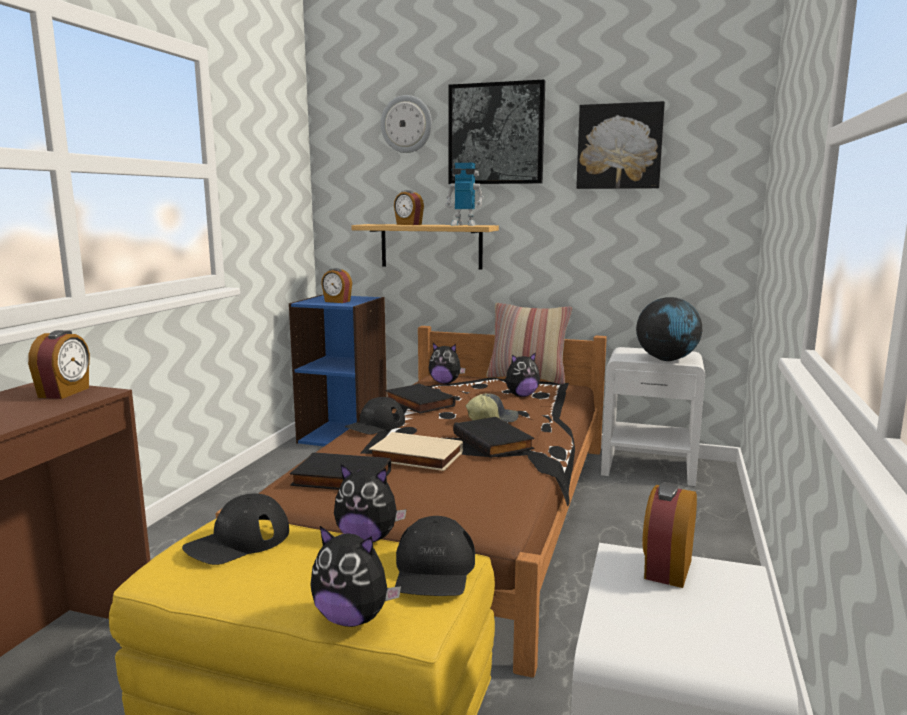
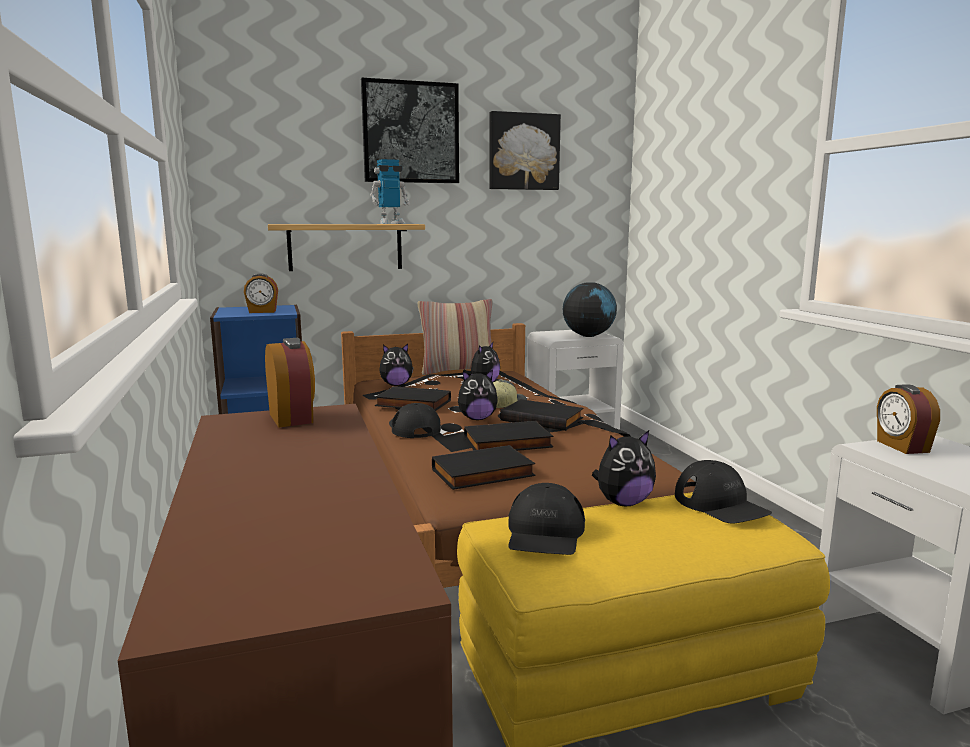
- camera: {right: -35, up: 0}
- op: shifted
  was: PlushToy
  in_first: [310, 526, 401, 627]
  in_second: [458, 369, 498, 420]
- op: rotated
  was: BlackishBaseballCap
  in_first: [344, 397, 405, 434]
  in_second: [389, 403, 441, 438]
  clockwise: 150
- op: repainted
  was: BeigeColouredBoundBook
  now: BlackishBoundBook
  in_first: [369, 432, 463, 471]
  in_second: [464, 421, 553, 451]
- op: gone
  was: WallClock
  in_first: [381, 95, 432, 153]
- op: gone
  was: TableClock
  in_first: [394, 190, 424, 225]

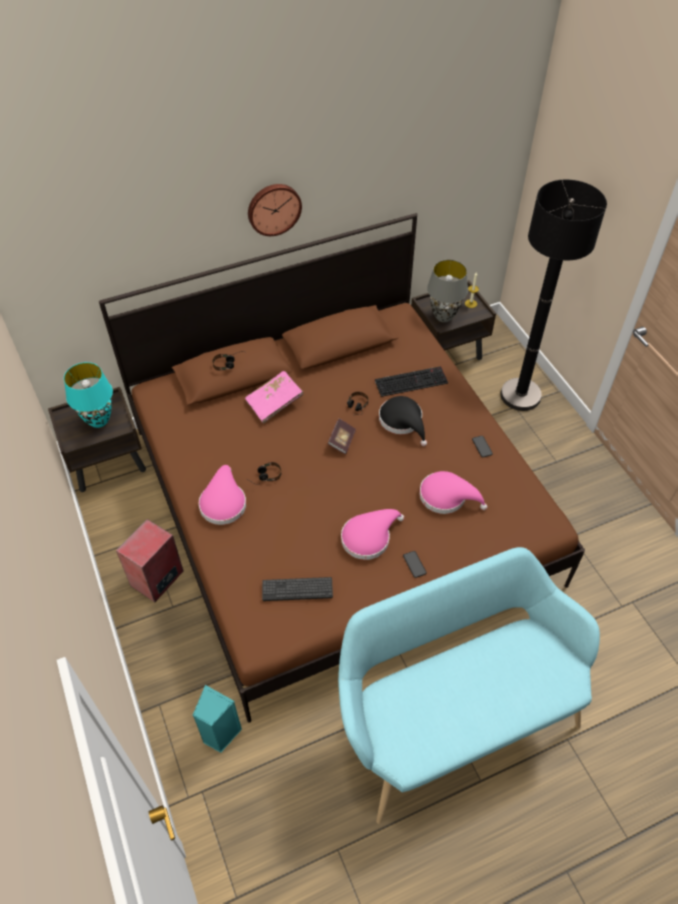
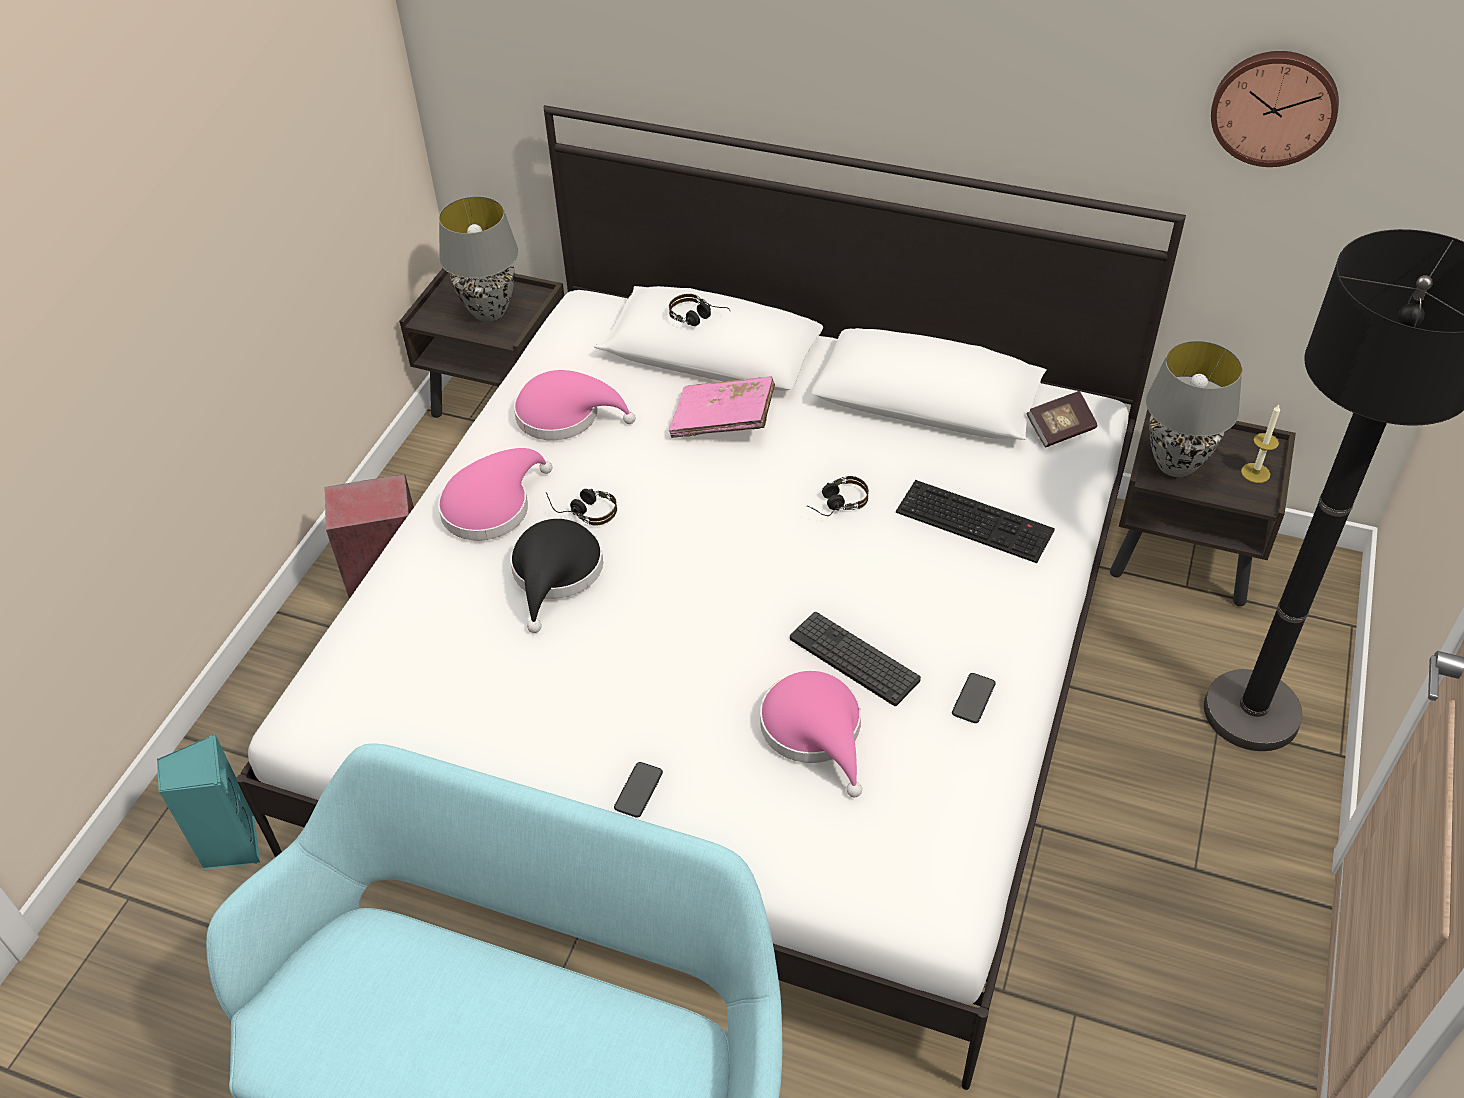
- camera: {right: 45, up: -5}
- op: repainted
  was: TurquoiseTableLamp
  now: GrayTableLamp
  in_first: [64, 362, 113, 428]
  in_second: [439, 196, 519, 322]
- op: repainted
  was: BrownSleepingBed
  now: WhiteColouredSleepingBed
  in_first: [99, 213, 585, 723]
  in_second: [236, 105, 1186, 1090]
- op: shifted
  was: WallClock
  in_first: [248, 184, 302, 236]
  in_second: [1211, 51, 1339, 167]
- op: shifted
  was: ComputerKeyboard
  in_first: [262, 577, 333, 601]
  in_second: [790, 612, 921, 706]
- op: shifted
  was: BoundBook
  in_first: [328, 419, 356, 454]
  in_second: [1026, 391, 1097, 447]
- op: shifted
  was: PinkClothingHat
  in_first: [341, 509, 404, 560]
  in_second: [514, 370, 636, 440]
- op: shifted
  was: BlackishClothingHat
  in_first: [379, 396, 427, 446]
  in_second: [510, 519, 603, 633]

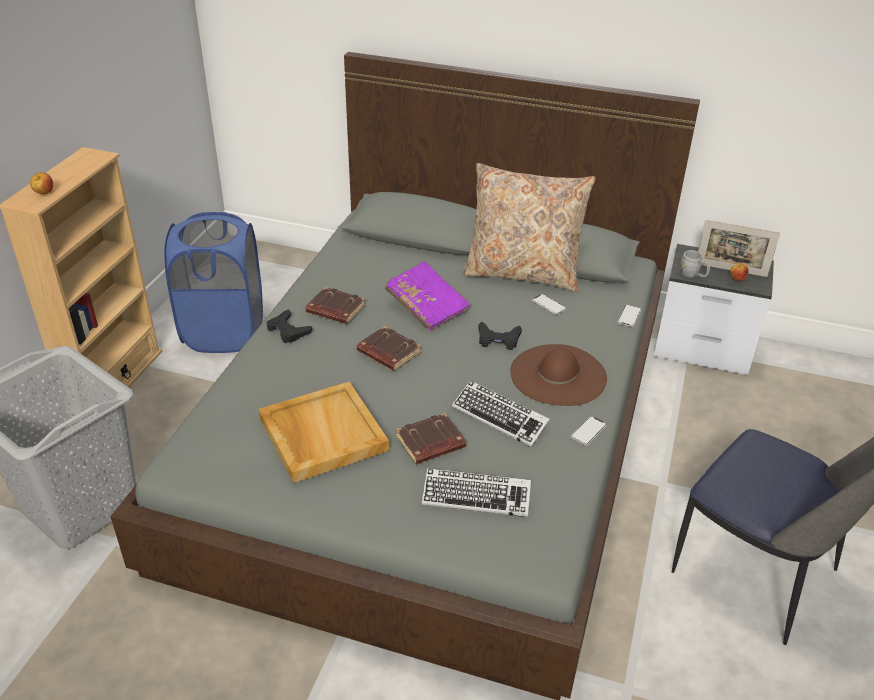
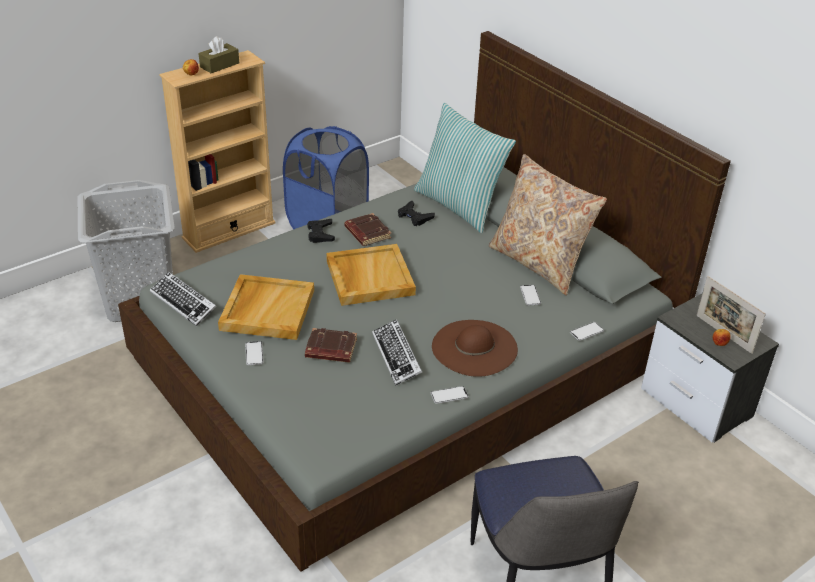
- camera: {right: 35, up: 0}
- op: swapped
  was: BrownBoundBook
  now: BeigeColouredServingTray
  in_first: [357, 326, 421, 371]
  in_second: [326, 244, 416, 306]
- op: gone
  was: PurpleBoundBook
  in_first: [385, 261, 471, 331]
- op: shifted
  was: ComputerKeyboard
  in_first: [422, 468, 531, 517]
  in_second: [150, 272, 216, 326]
- op: shifted
  was: BlackishJoypad
  in_first: [478, 322, 522, 350]
  in_second: [398, 200, 435, 226]
- op: gone
  was: GrayTeaMug
  in_first: [680, 250, 710, 278]
- op: new
  now: BrownTissueHolder
  in_second: [198, 36, 239, 73]
- op: new
  now: Phone
  in_second: [245, 341, 264, 365]
- op: new
  now: Cushion
  in_second: [414, 103, 516, 233]

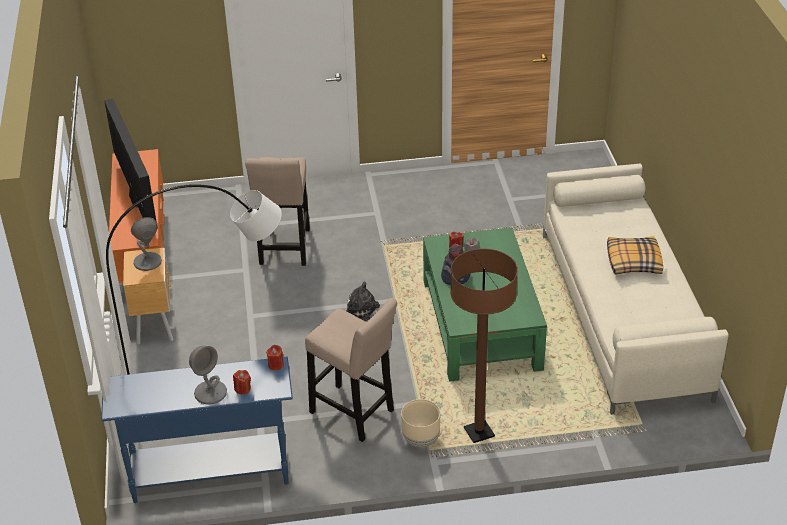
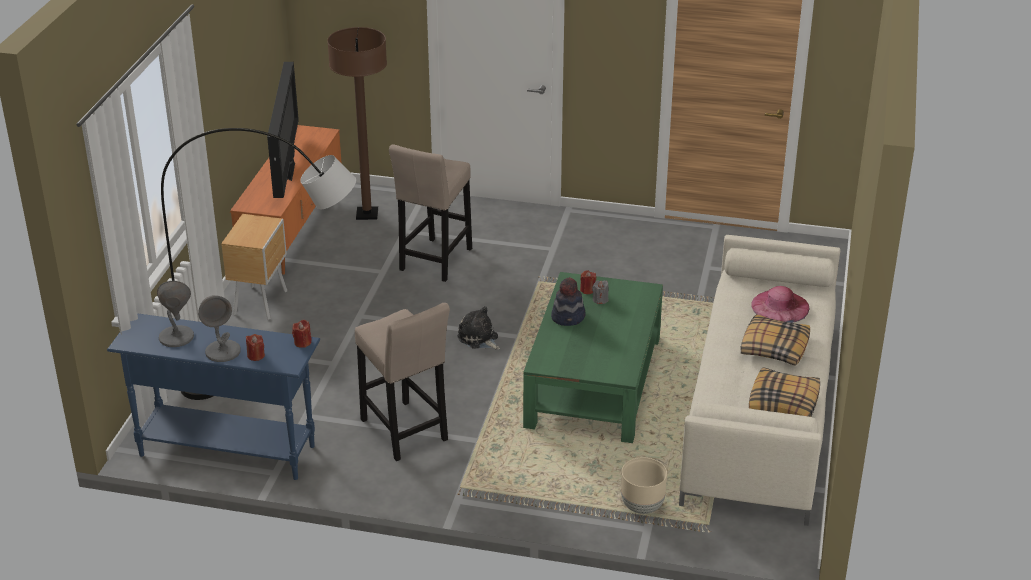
- camera: {right: 20, up: -5}
- op: shifted
  was: GrayTableLamp
  in_first: [131, 217, 162, 271]
  in_second: [157, 281, 194, 347]
- op: shifted
  was: BeigeColouredFlowerPot
  in_first: [401, 399, 440, 448]
  in_second: [621, 458, 667, 514]
- op: shifted
  was: BrownStandingLamp
  in_first: [450, 248, 518, 443]
  in_second: [327, 27, 387, 220]
- op: new
  now: Cushion
  in_second: [749, 367, 820, 417]
- op: new
  now: PinkClothingHat
  in_second: [751, 286, 809, 323]

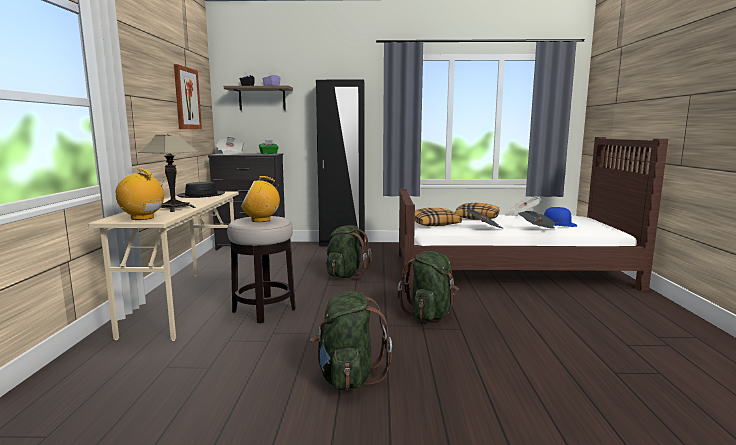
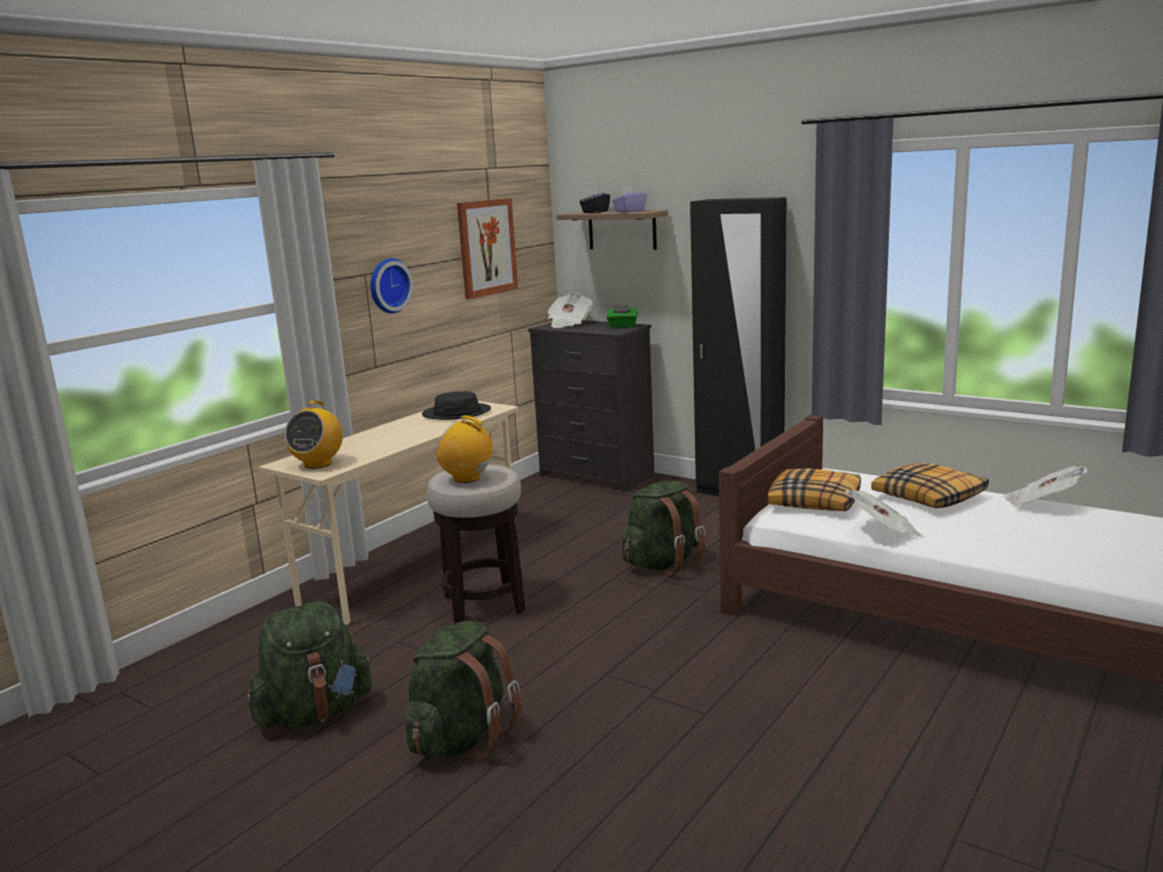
- camera: {right: 35, up: 5}
- op: rotated
  was: Radio
  in_first: [115, 168, 165, 220]
  in_second: [285, 401, 343, 469]
  clockwise: -135
- op: gone
  was: TableLamp
  in_first: [138, 134, 199, 212]
- op: shifted
  was: GreenColouredRucksack
  in_first: [397, 251, 459, 321]
  in_second: [247, 602, 372, 729]
- op: gone
  was: Newspaper
  in_first: [518, 211, 556, 228]
- op: gone
  was: BlueClothingHat
  in_first: [544, 207, 577, 227]
- op: new
  now: WallClock
  in_second: [370, 258, 413, 314]

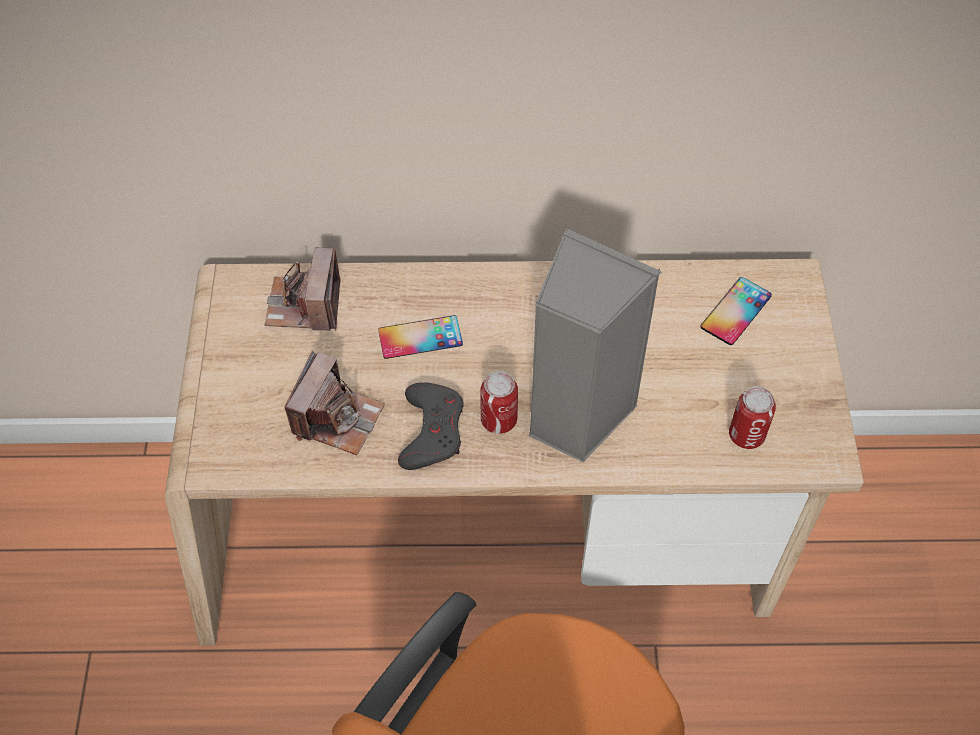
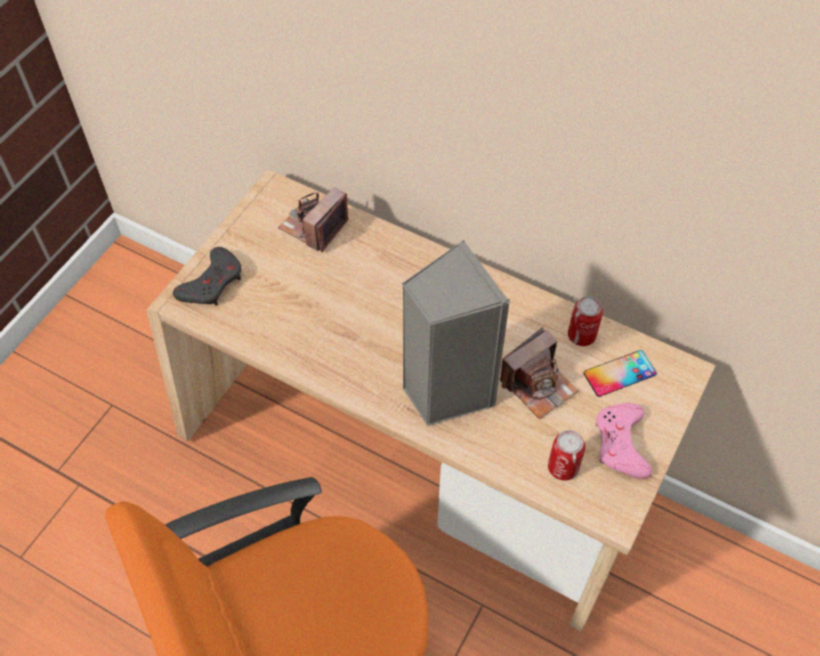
- camera: {right: 30, up: 0}
- op: shifted
  was: StillCamera
  in_first: [284, 351, 385, 455]
  in_second: [500, 327, 579, 419]
- op: gone
  was: Phone
  in_first: [378, 315, 463, 359]
- op: shifted
  was: GrayJoypad
  in_first: [398, 382, 464, 470]
  in_second: [173, 247, 241, 306]
- op: shifted
  was: SealedCan
  in_first: [480, 371, 518, 434]
  in_second: [568, 296, 603, 346]
- op: new
  now: PinkJoypad
  in_second: [596, 403, 652, 479]

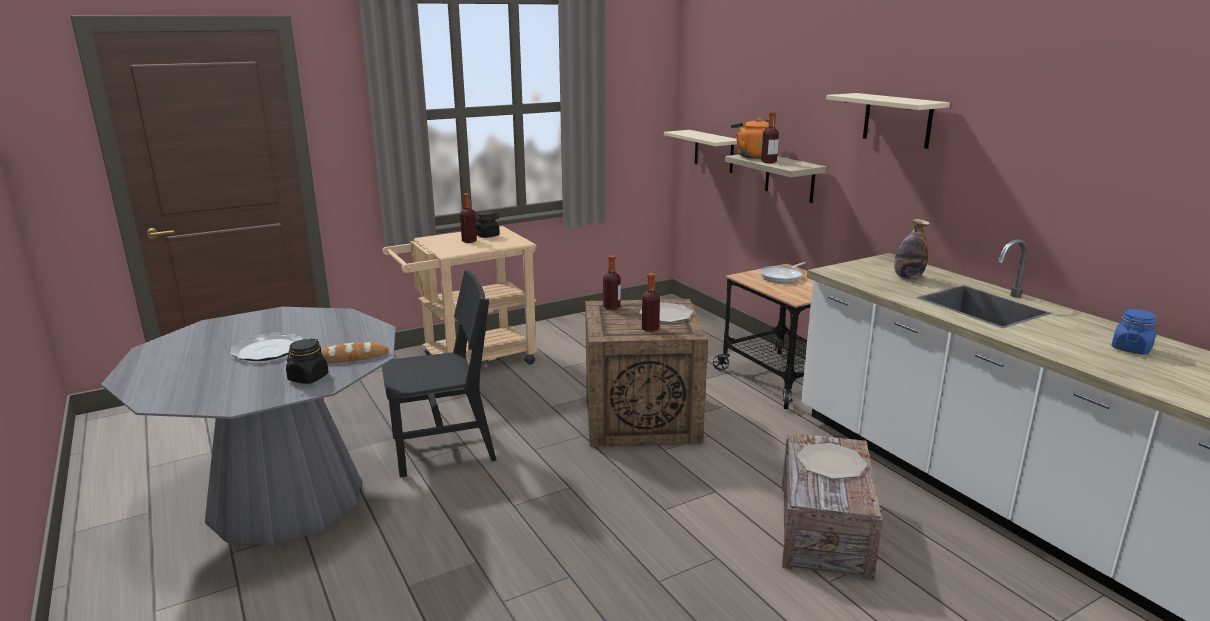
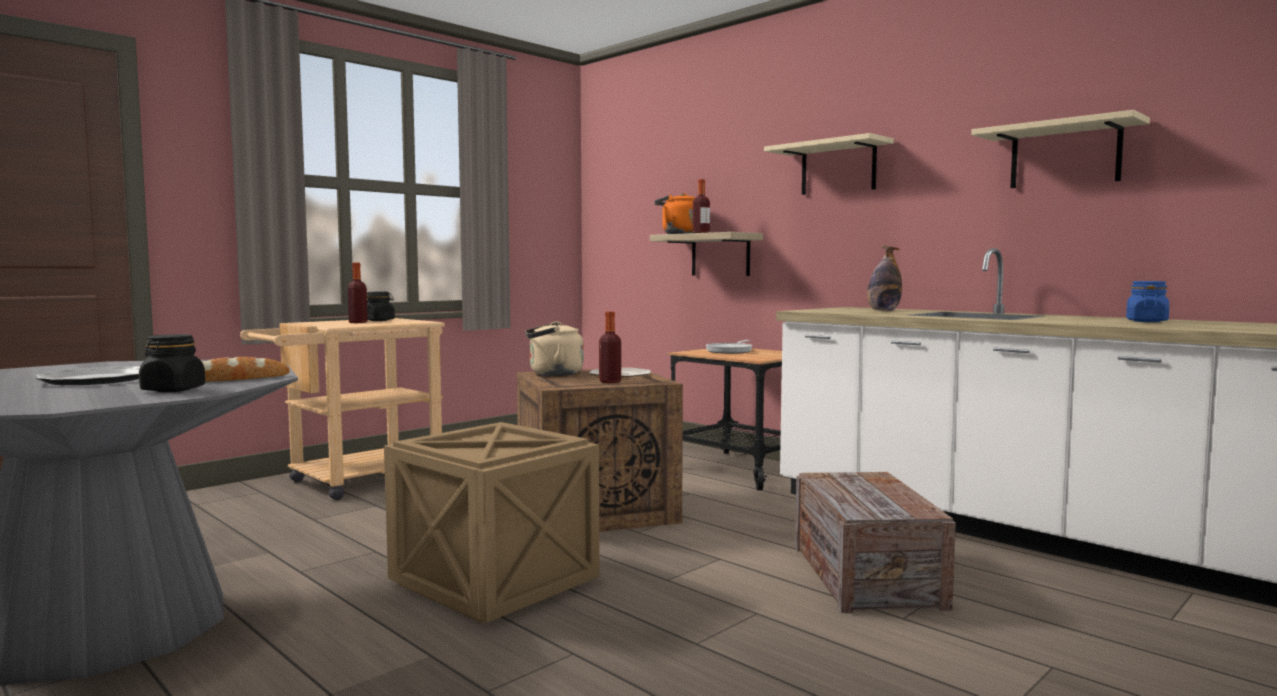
- camera: {right: -15, up: -15}
- op: gone
  was: BlackishUprightChair
  in_first: [382, 270, 497, 477]
- op: swapped
  was: BeverageBottle
  now: BeigeColouredKettle
  in_first: [603, 255, 621, 310]
  in_second: [525, 321, 584, 376]
- op: shifted
  was: BeigeColouredBracketShelf
  in_first: [664, 130, 737, 173]
  in_second: [971, 110, 1150, 188]
- op: gone
  was: Plate
  in_first: [797, 443, 867, 479]
- op: new
  now: Crate
  in_second: [384, 422, 600, 623]

